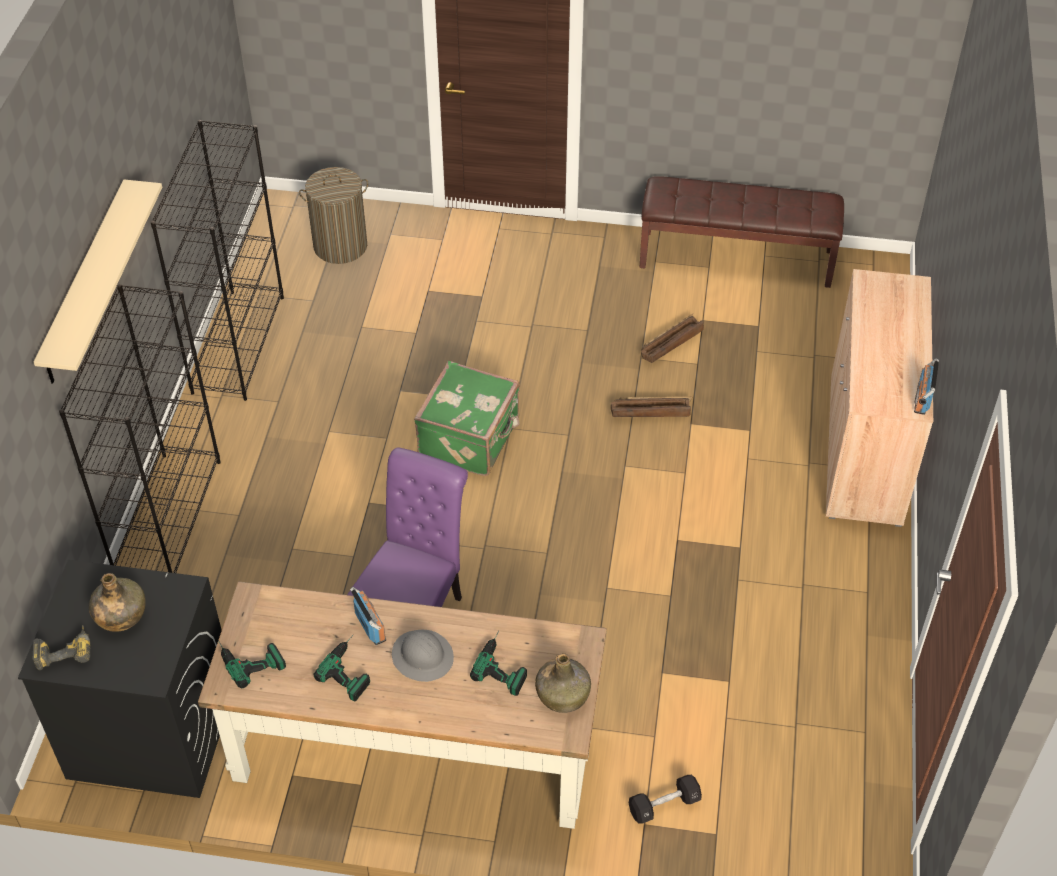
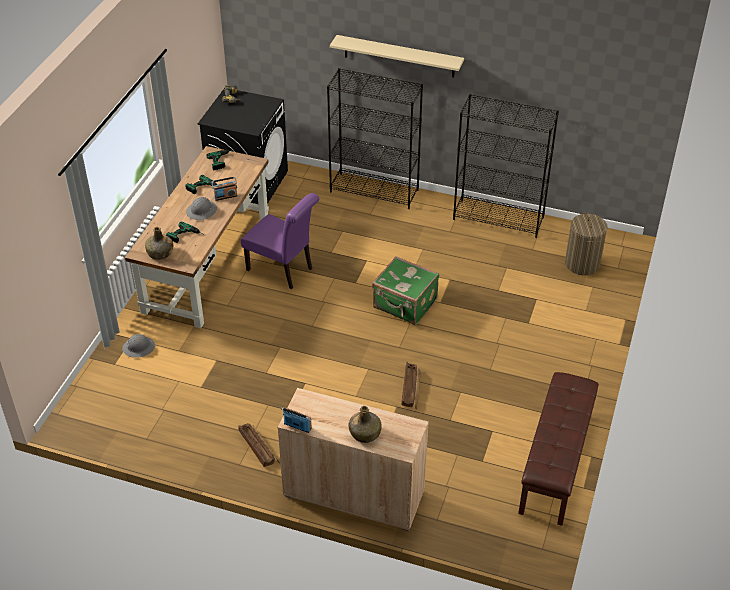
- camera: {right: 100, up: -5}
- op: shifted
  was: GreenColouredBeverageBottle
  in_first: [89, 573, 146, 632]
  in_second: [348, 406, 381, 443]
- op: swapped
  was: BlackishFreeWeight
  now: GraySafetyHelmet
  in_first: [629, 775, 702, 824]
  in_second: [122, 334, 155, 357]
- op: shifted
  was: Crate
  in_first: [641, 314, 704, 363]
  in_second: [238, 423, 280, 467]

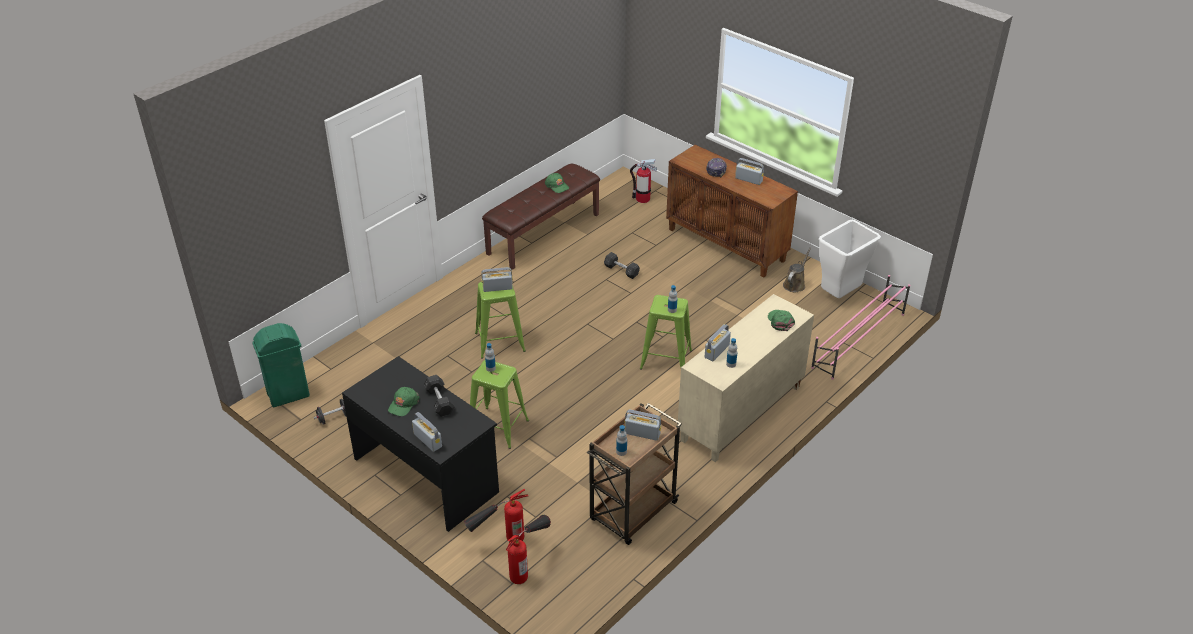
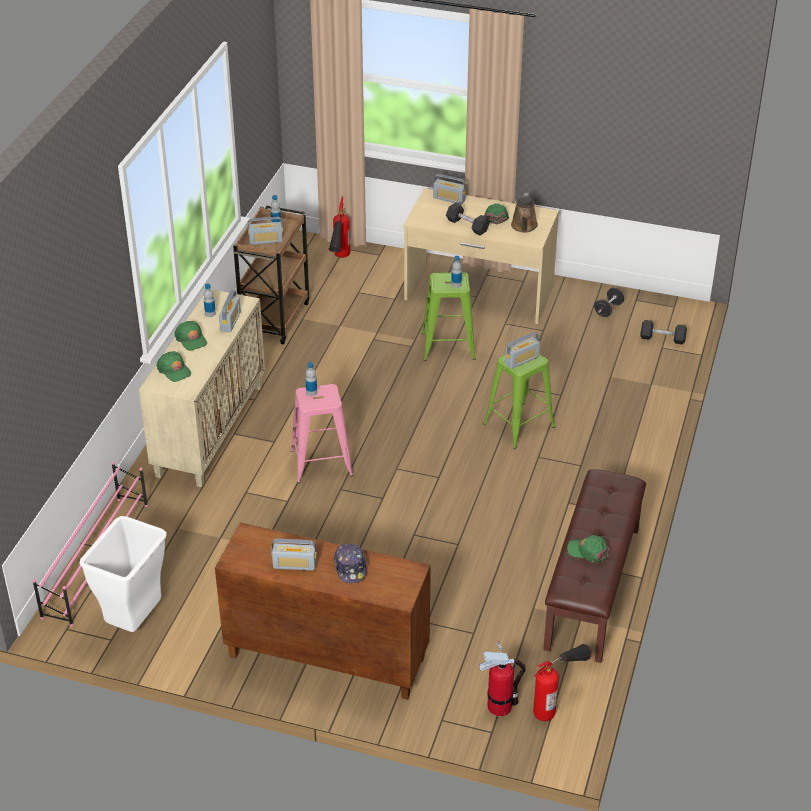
- camera: {right: 155, up: 0}
- op: gone
  was: GreenColouredRubbishBin
  in_first: [252, 323, 310, 407]
- op: repainted
  was: BlackishDeskTable
  now: BeigeColouredDeskTable
  in_first: [342, 356, 499, 532]
  in_second: [403, 188, 559, 324]
- op: shifted
  was: FireExtinguisher
  in_first: [464, 488, 528, 543]
  in_second: [533, 644, 592, 721]
- op: shifted
  was: GrayFreeWeight
  in_first: [604, 252, 640, 279]
  in_second: [640, 320, 687, 345]
- op: repainted
  was: GreenColouredStool
  now: PinkStool
  in_first: [640, 295, 692, 370]
  in_second: [291, 384, 353, 483]
- op: shifted
  was: BrownSprinklingCan
  in_first: [783, 247, 811, 292]
  in_second: [511, 193, 538, 232]
- op: new
  now: GreenColouredBaseballCap
  in_second: [175, 321, 207, 351]

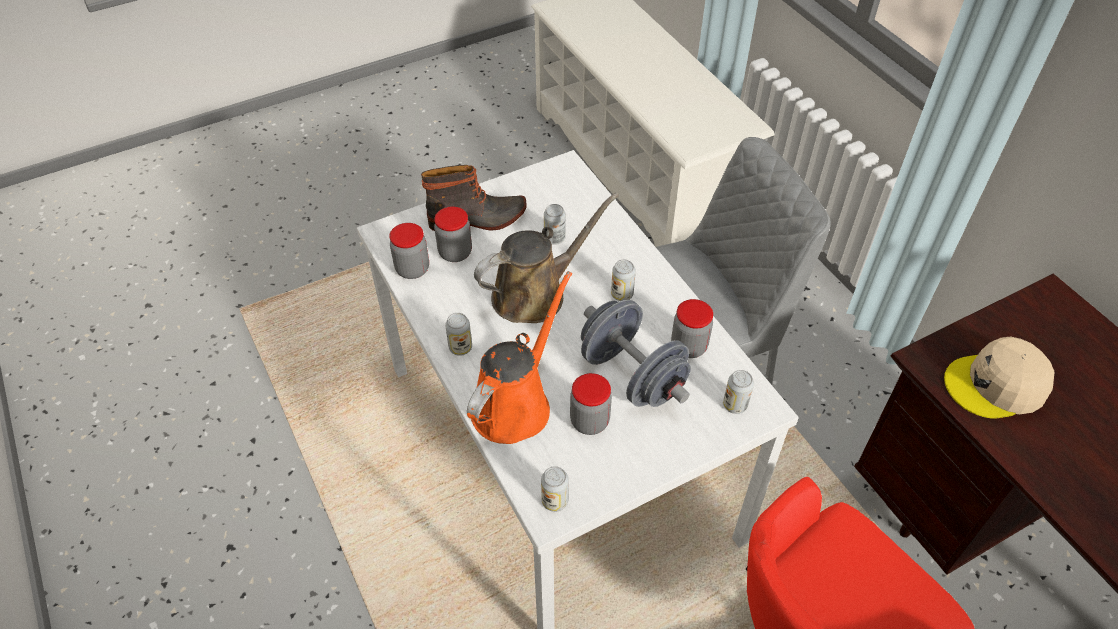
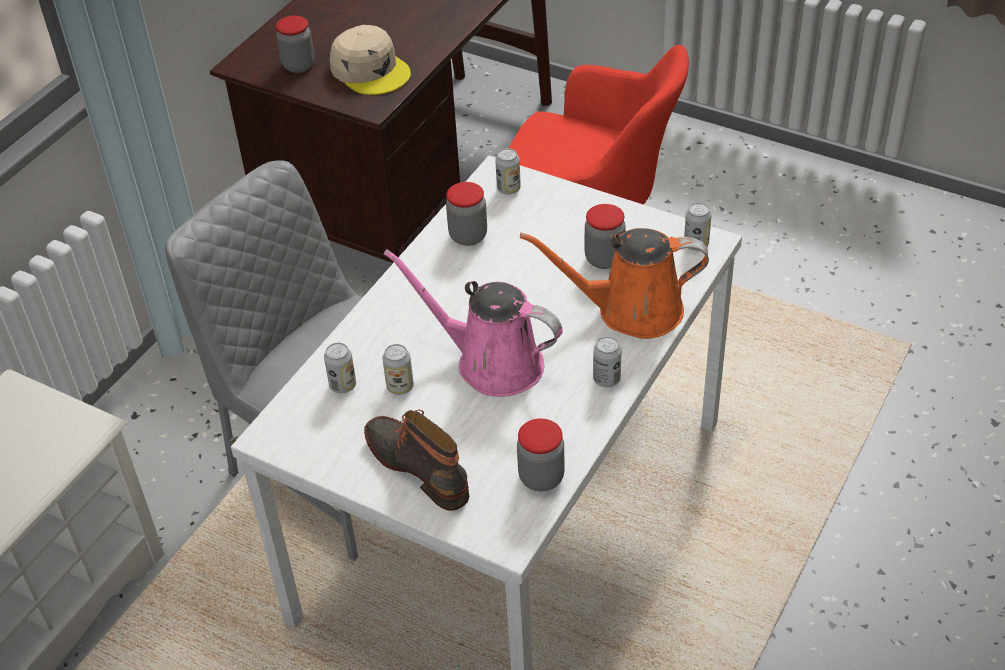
- camera: {right: -120, up: -5}
- op: shifted
  was: StorageJar
  in_first: [434, 206, 472, 262]
  in_second: [276, 16, 315, 73]
- op: repainted
  was: BrownSprinklingCan
  now: PinkSprinklingCan
  in_first: [474, 193, 619, 323]
  in_second: [384, 249, 563, 397]
- op: gone
  was: GrayFreeWeight
  in_first: [581, 300, 691, 407]
- op: shifted
  was: SealedCan
  in_first: [611, 260, 636, 301]
  in_second: [324, 343, 356, 393]

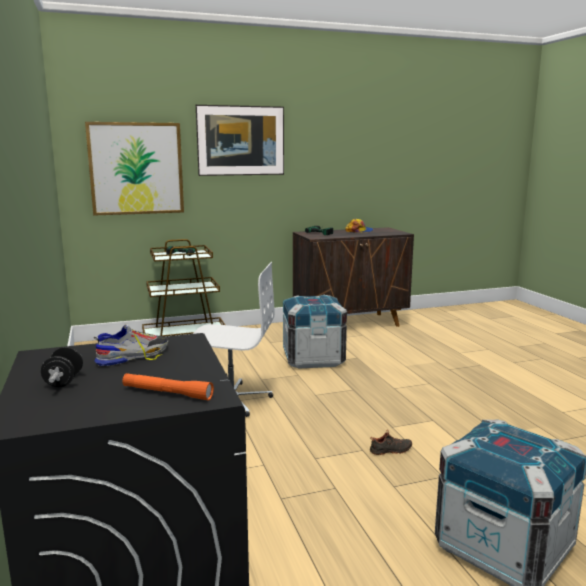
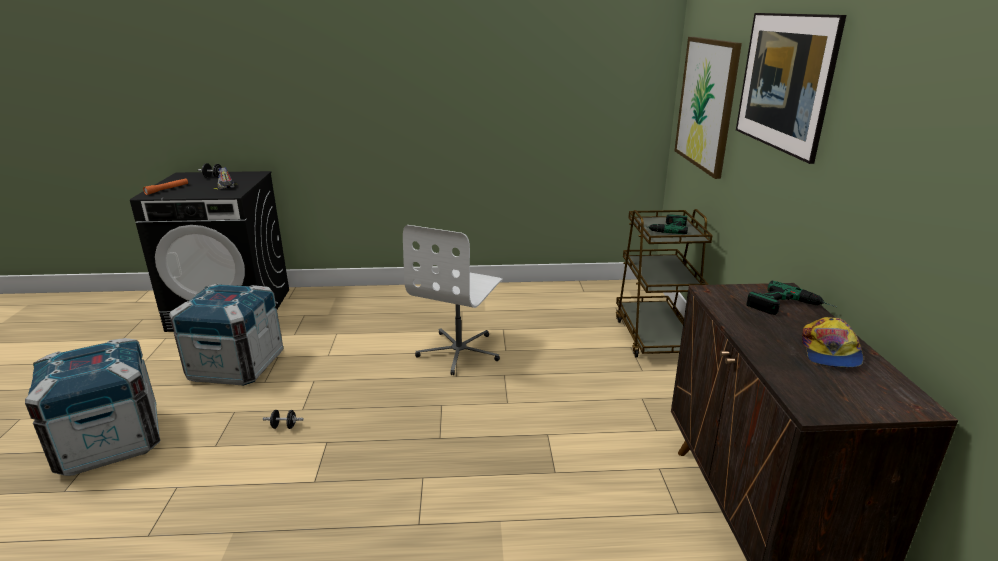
- camera: {right: 105, up: 10}
- op: shifted
  was: Crate
  in_first: [283, 295, 347, 368]
  in_second: [169, 283, 283, 386]
- op: swapped
  was: BlackishItemOfFootwear
  now: BlackishFreeWeight
  in_first: [370, 430, 412, 455]
  in_second: [263, 410, 304, 429]

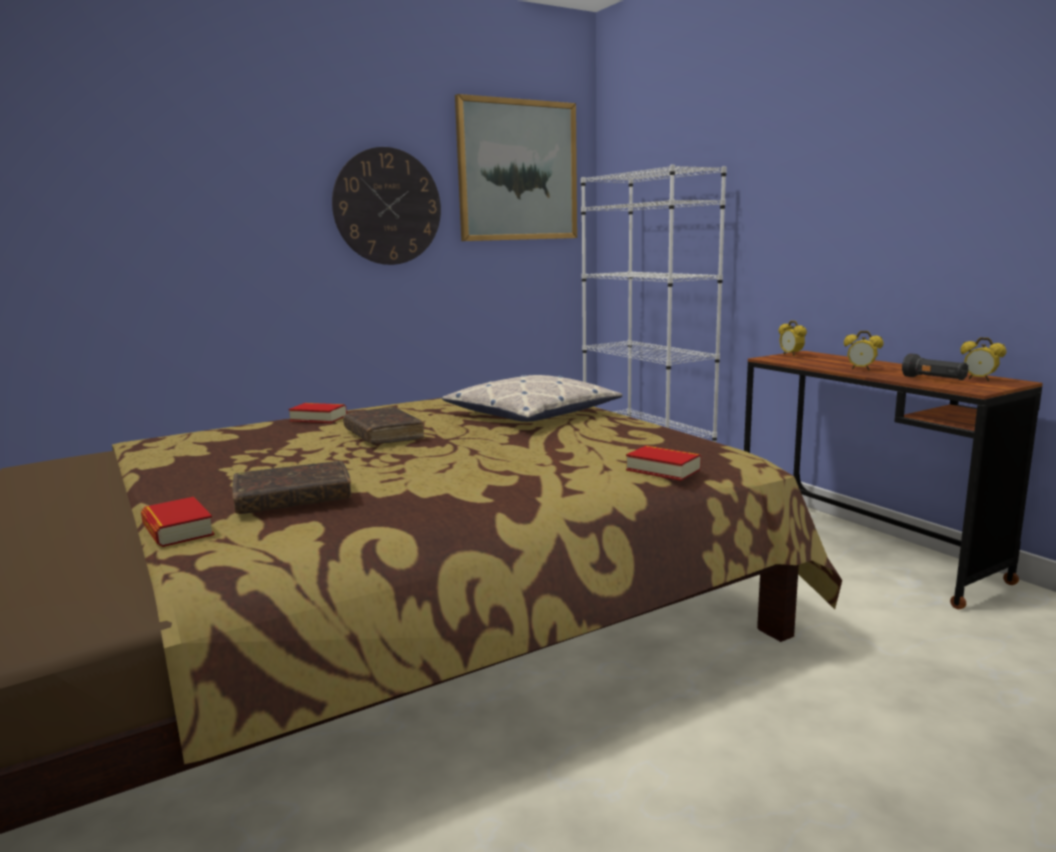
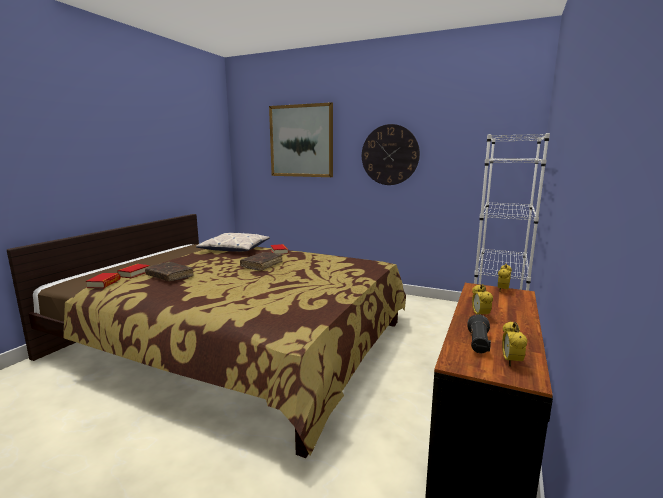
- camera: {right: 55, up: 0}
- op: shifted
  was: Cushion
  in_first: [442, 375, 623, 422]
  in_second: [196, 233, 270, 252]
- op: shifted
  was: WallPicture
  in_first: [455, 94, 577, 241]
  in_second: [269, 102, 333, 177]
- op: shifted
  was: BoundBook
  in_first: [626, 446, 701, 481]
  in_second: [86, 273, 121, 288]

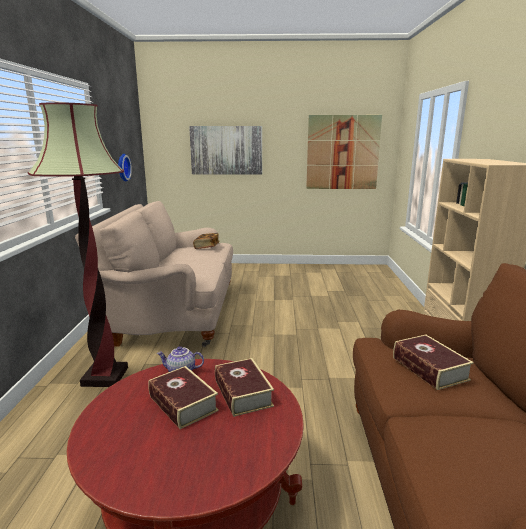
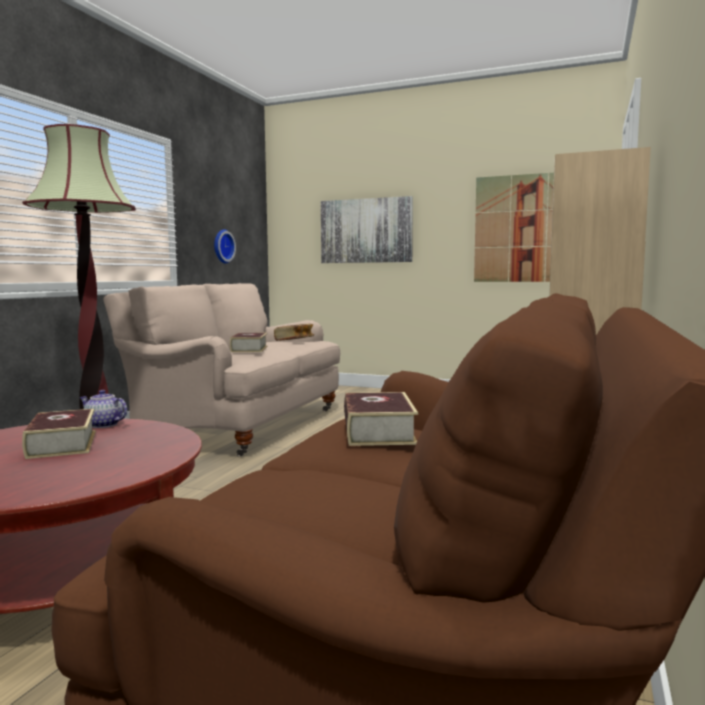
- camera: {right: 20, up: -10}
- op: shifted
  was: BoundBook
  in_first: [215, 358, 274, 417]
  in_second: [230, 333, 268, 352]

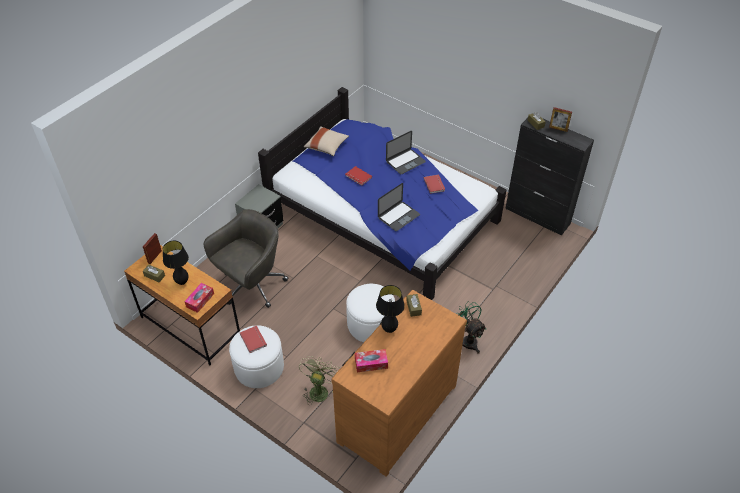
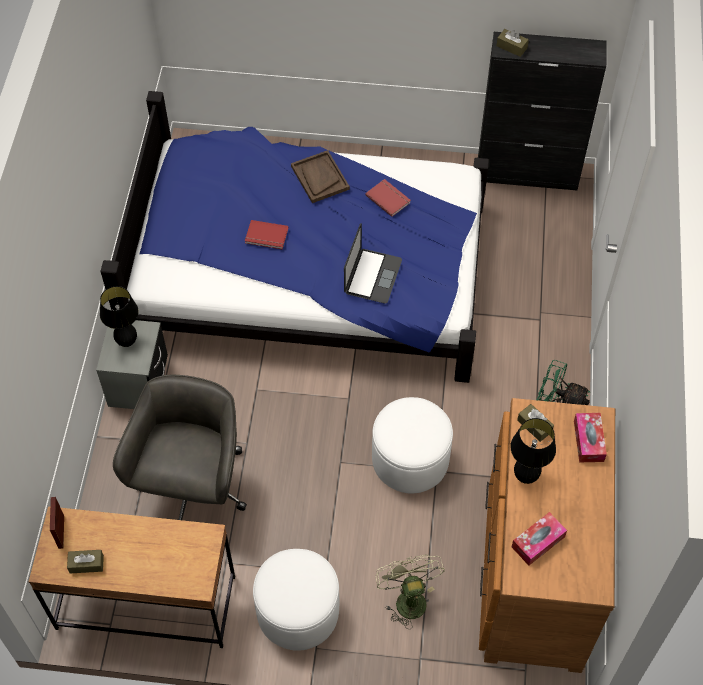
- camera: {right: -30, up: 10}
- op: shifted
  was: BlackishTableLamp
  in_first: [163, 241, 189, 285]
  in_second: [100, 286, 139, 347]
- op: shifted
  was: TissueHolder
  in_first: [184, 283, 214, 313]
  in_second: [574, 413, 607, 462]
- op: gone
  was: RedBoundBook
  in_first: [240, 325, 267, 353]
- op: gone
  was: BeigeColouredCushion
  in_first: [304, 126, 349, 156]
- op: swapped
  was: PortableComputer
  now: BrownServingTray
  in_first: [386, 131, 426, 174]
  in_second: [291, 150, 350, 203]
- op: gone
  was: StandingFrame
  in_first: [549, 107, 572, 132]

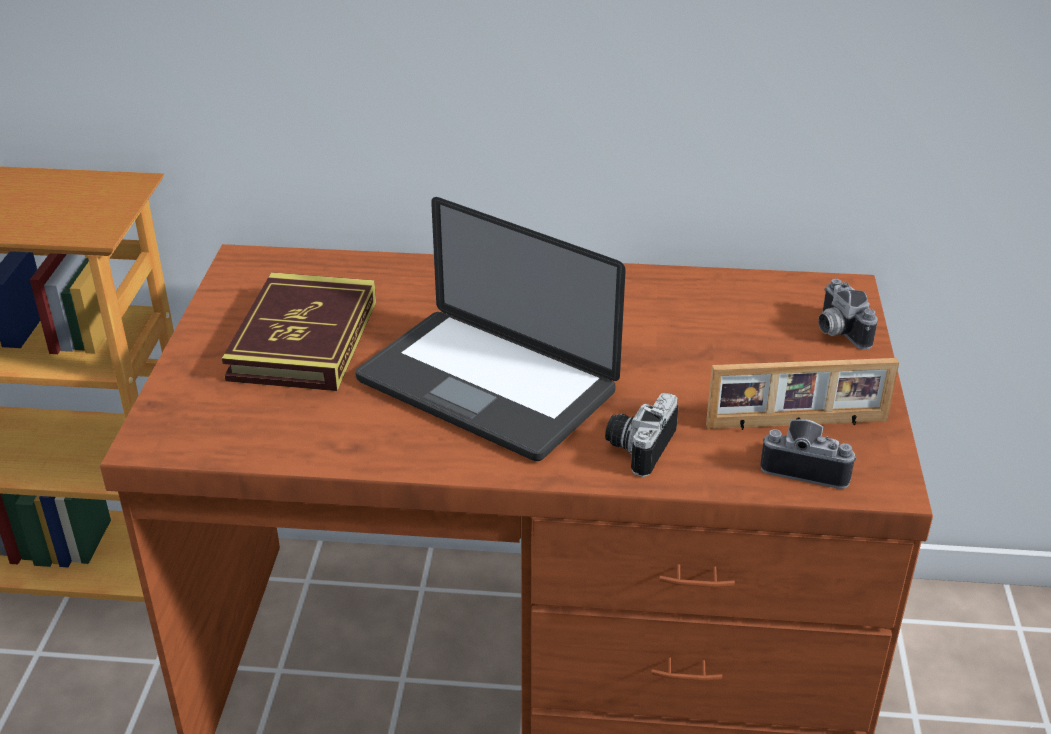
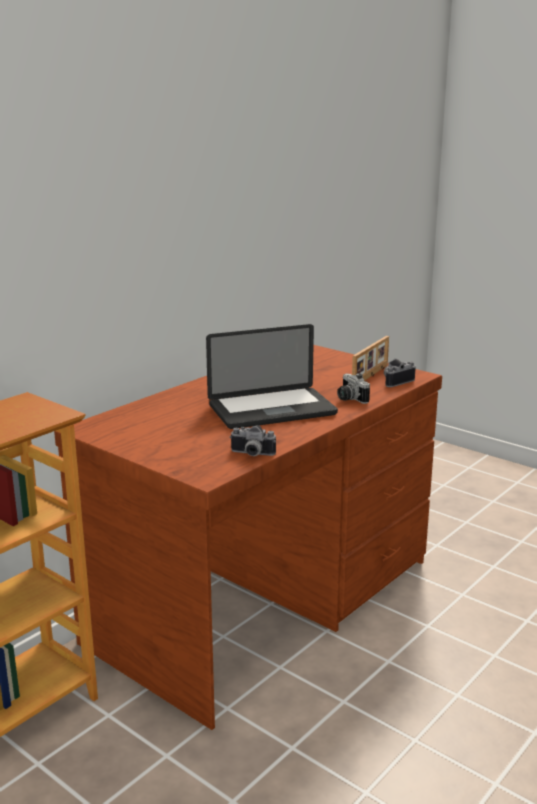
- camera: {right: -55, up: -15}
- op: gone
  was: BoundBook
  in_first: [222, 272, 376, 391]
- op: shifted
  was: StillCamera
  in_first: [818, 279, 878, 350]
  in_second: [230, 425, 276, 456]

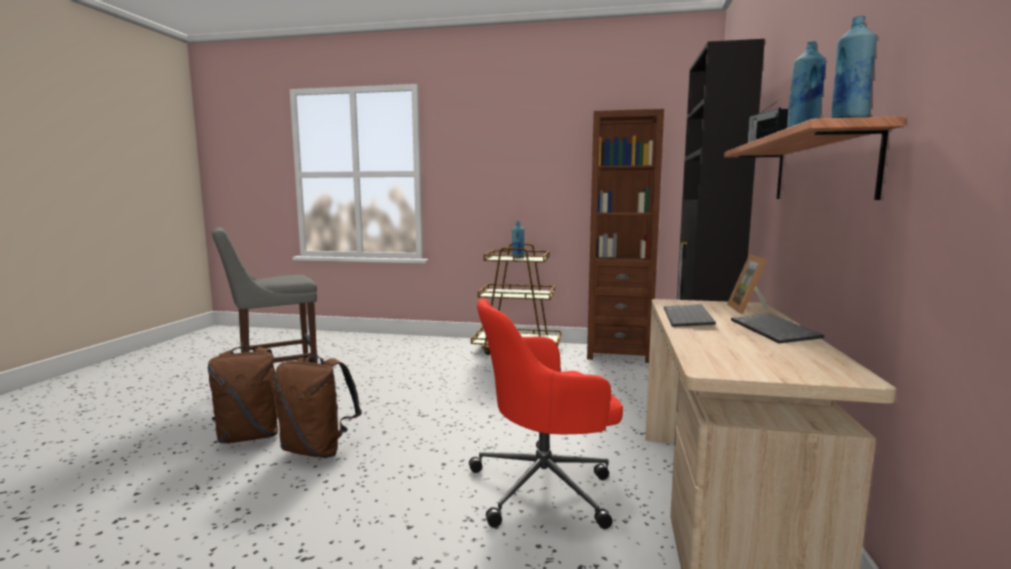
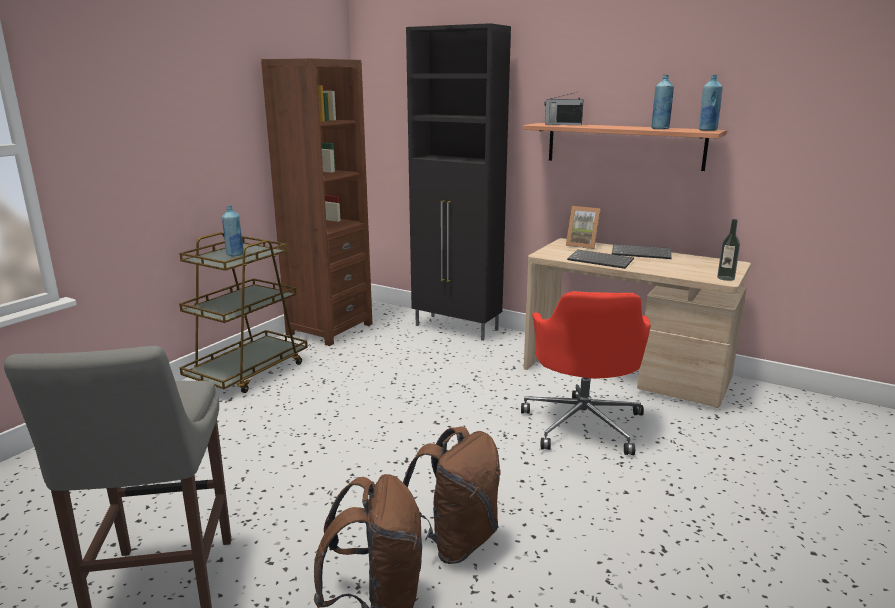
- camera: {right: -70, up: 10}
- op: new
  now: BeverageBottle
  in_second: [717, 219, 740, 281]

